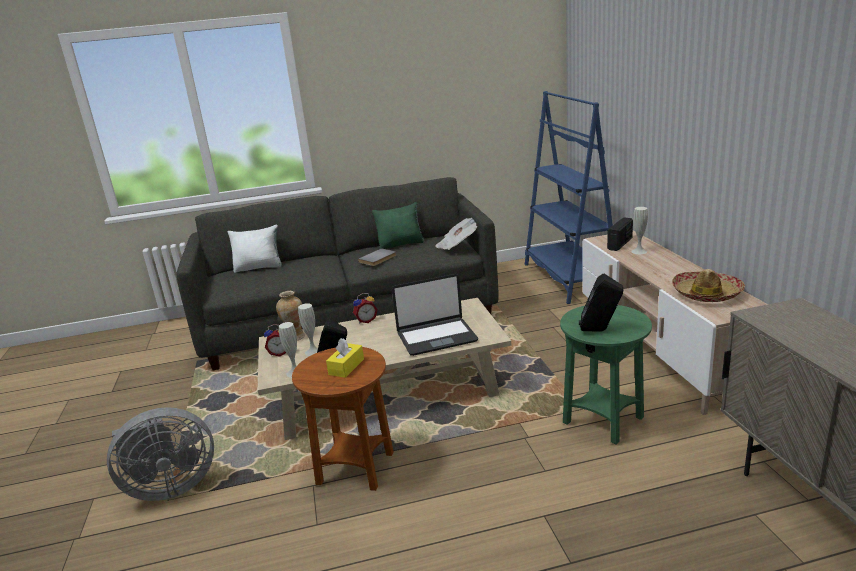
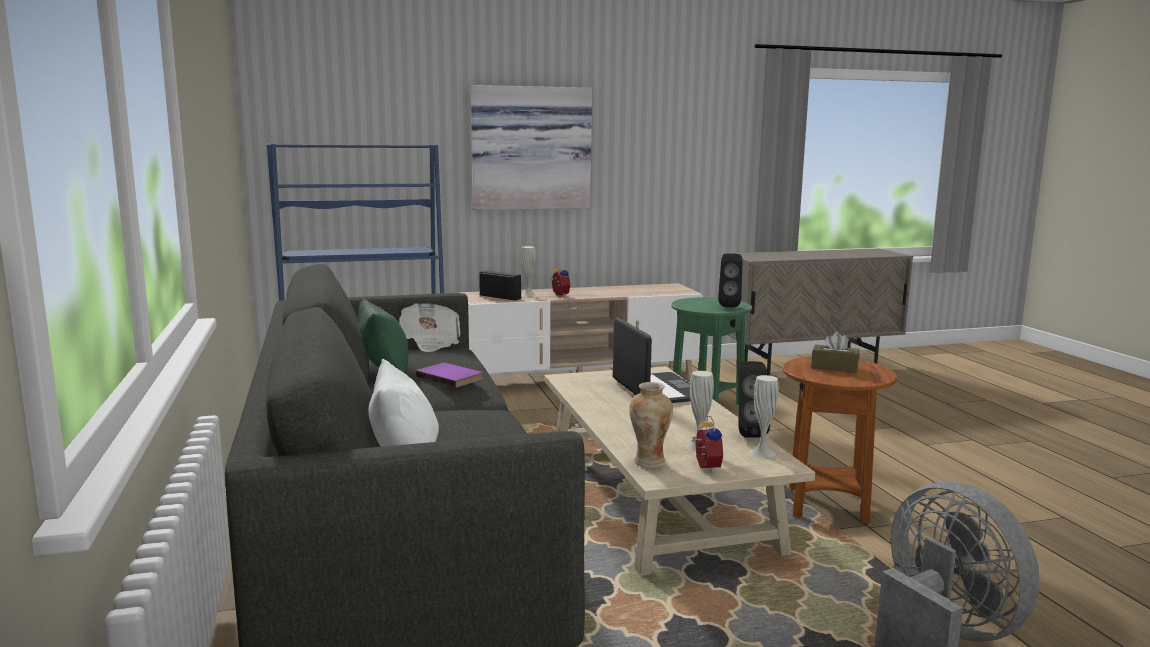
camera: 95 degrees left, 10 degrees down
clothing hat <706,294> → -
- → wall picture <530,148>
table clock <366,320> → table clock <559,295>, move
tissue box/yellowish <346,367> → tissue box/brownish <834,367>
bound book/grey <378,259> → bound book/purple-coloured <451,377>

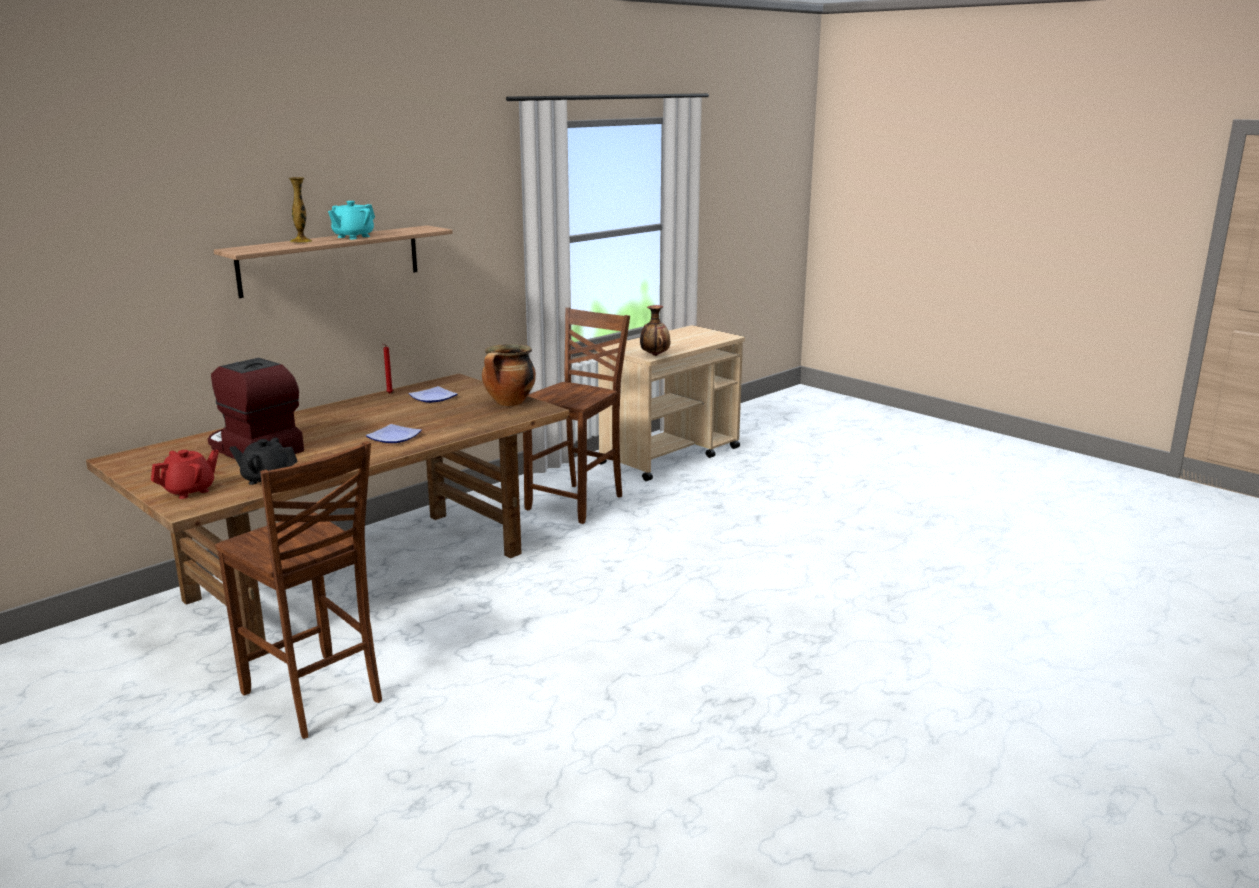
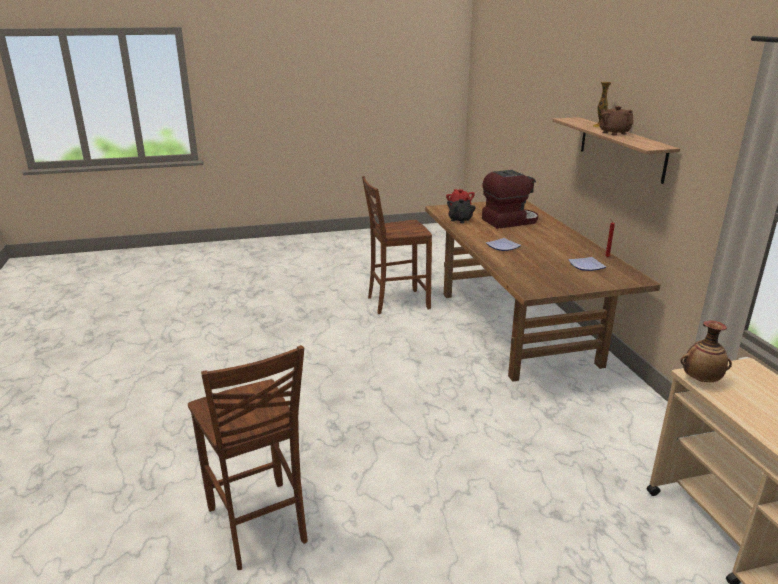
camera: 120 degrees right, 5 degrees up
stockpot <509,403> → -
plain chair/brownish <578,503> → plain chair/brownish <258,526>, move
teapot/blue-green <353,237> → teapot/brownish <614,133>

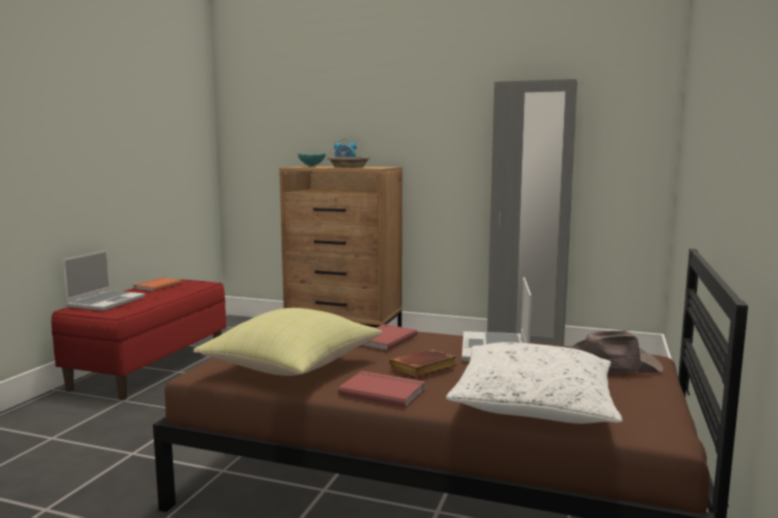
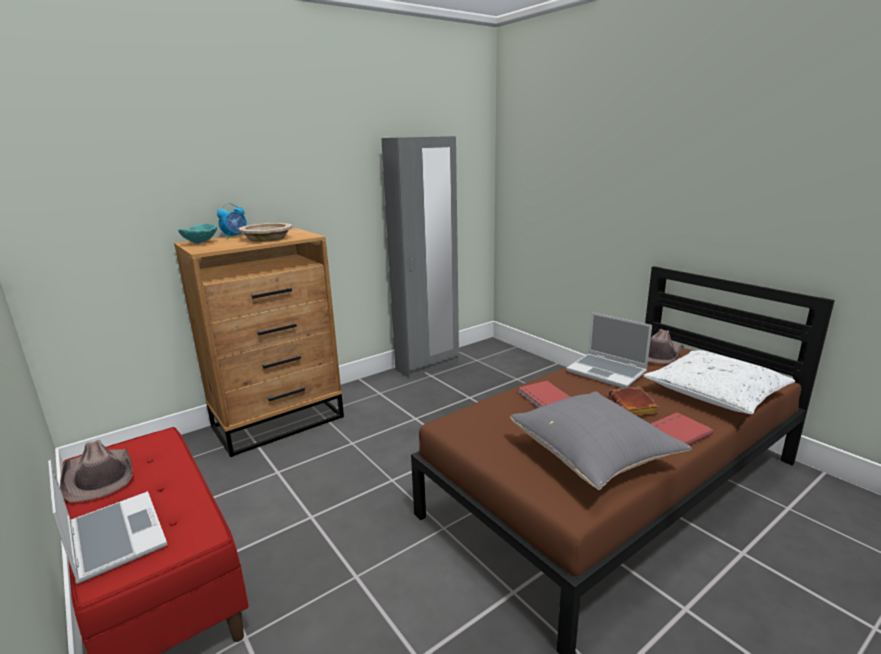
camera: 55 degrees left, 10 degrees up
bound book/orange-coloured <156,286> → clothing hat/brownish <99,476>
throw pillow/yellowish <293,369> → throw pillow/grey <594,457>

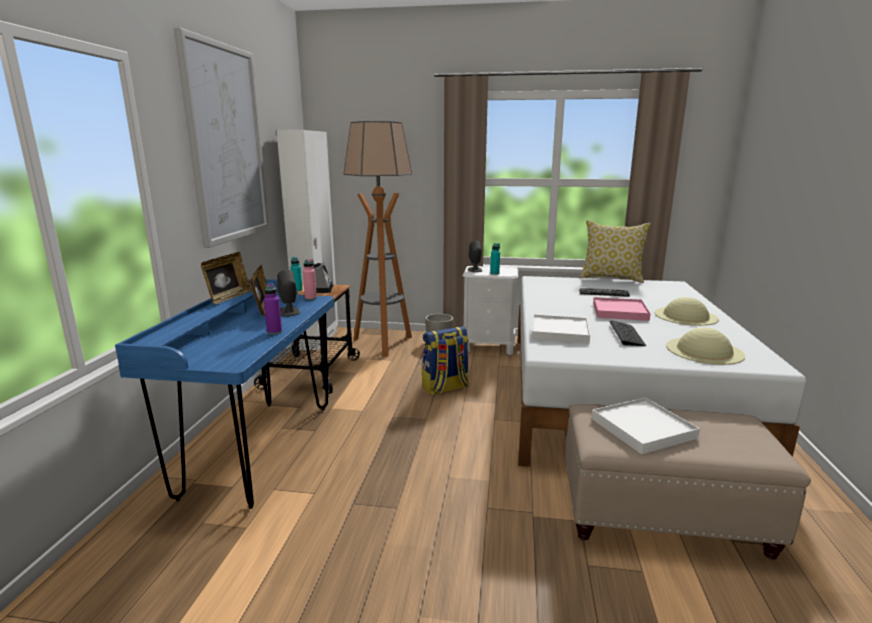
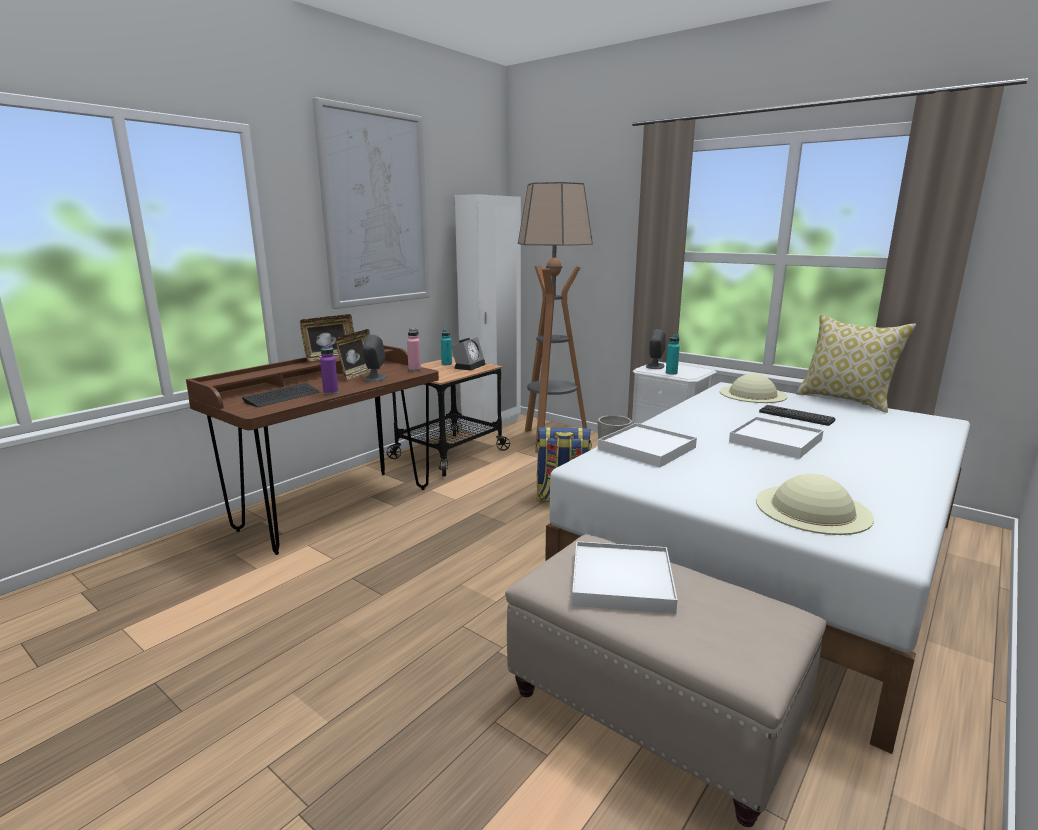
camera: 30 degrees right, 0 degrees up
computer keyboard <626,335> → computer keyboard <282,397>, move
clothing hat/sand-coloured <686,316> → clothing hat/sand-coloured <752,394>, move
desk table/blue-coloured <260,448> → desk table/brownish <336,508>
serving tray/pink <619,312> → serving tray/whitish <775,441>

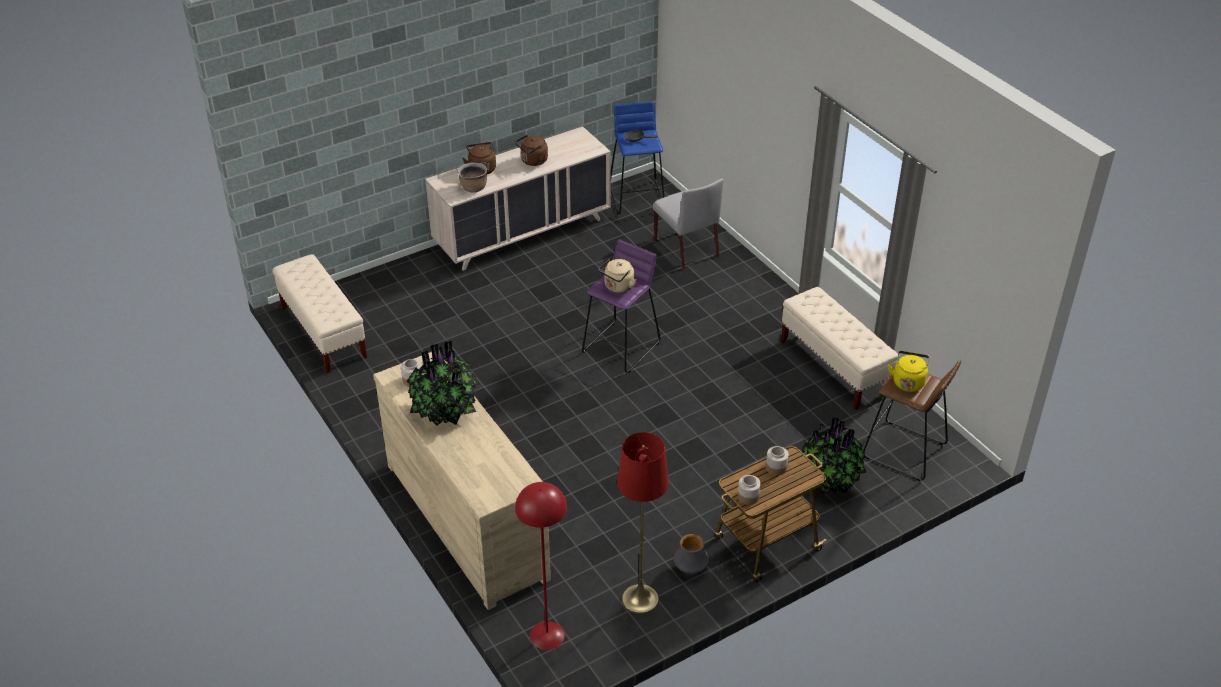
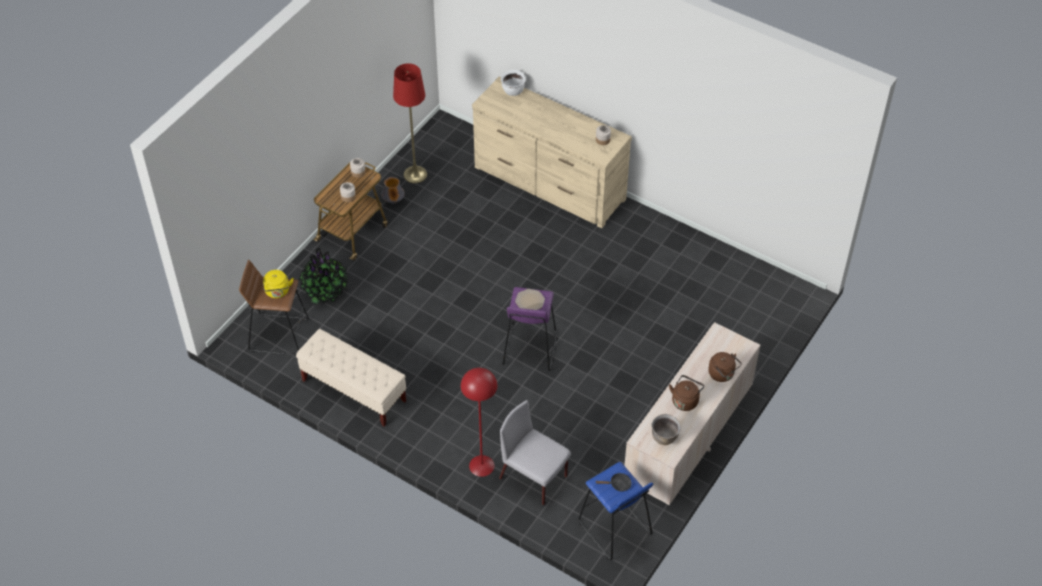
camera: 155 degrees right, 10 degrees up
bench/sand-coloured <323,332> → -
houseplant <445,410> → -
- → stockpot/whitish <513,91>
stockpot/brownish <473,188> → stockpot/brownish <664,437>, move
standard lamp/red <546,635> → standard lamp/red <482,465>, move
water kettle/sand-coloured <618,287> → flat dish <530,300>

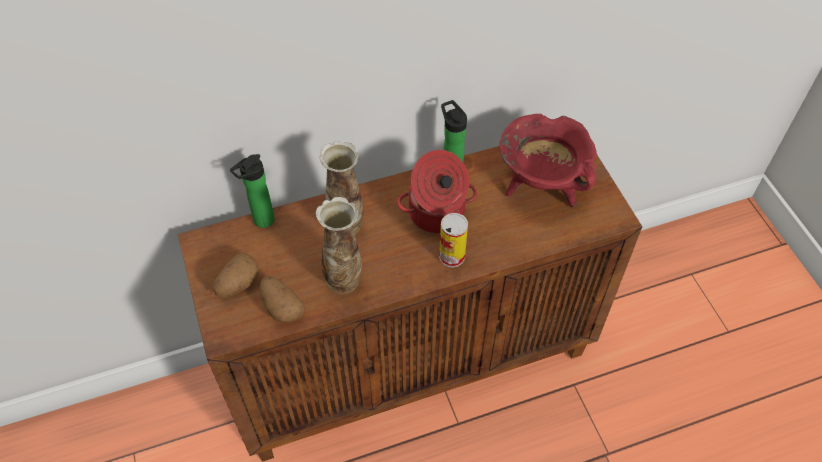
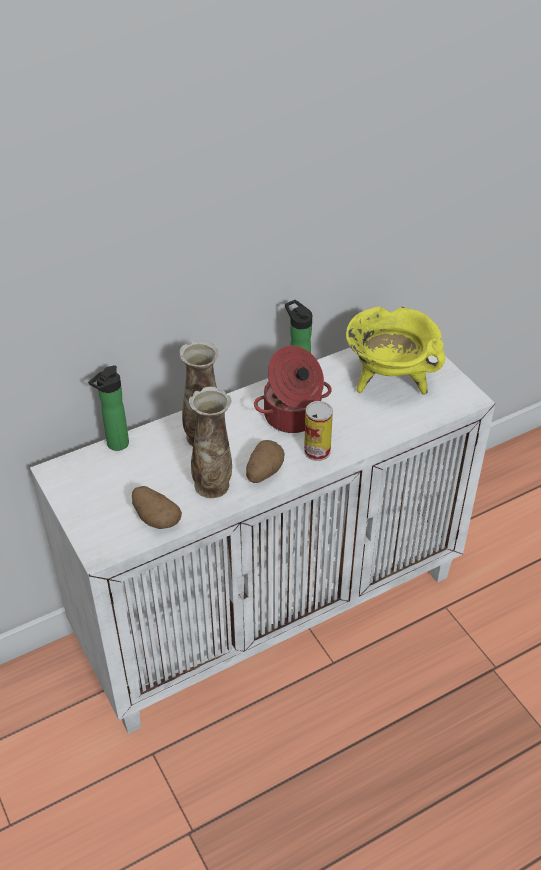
camera: 10 degrees left, 10 degrees down
whole potato <238,284> → whole potato <263,472>, move
storage cabinet/brownish <412,360> → storage cabinet/whitish <271,608>
stockpot/red <541,187> → stockpot/yellowish <389,381>

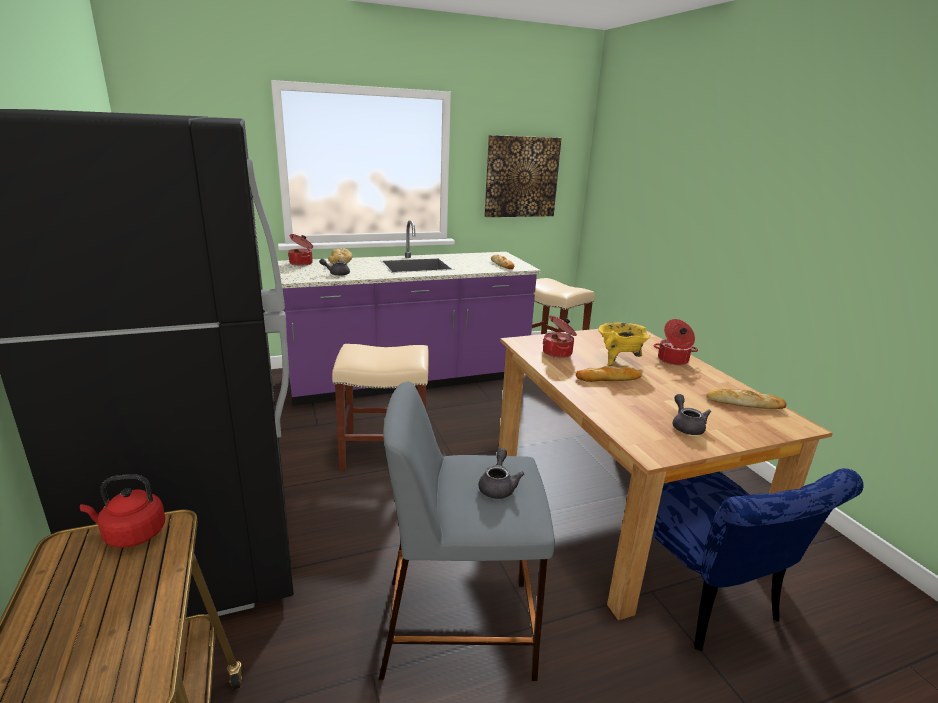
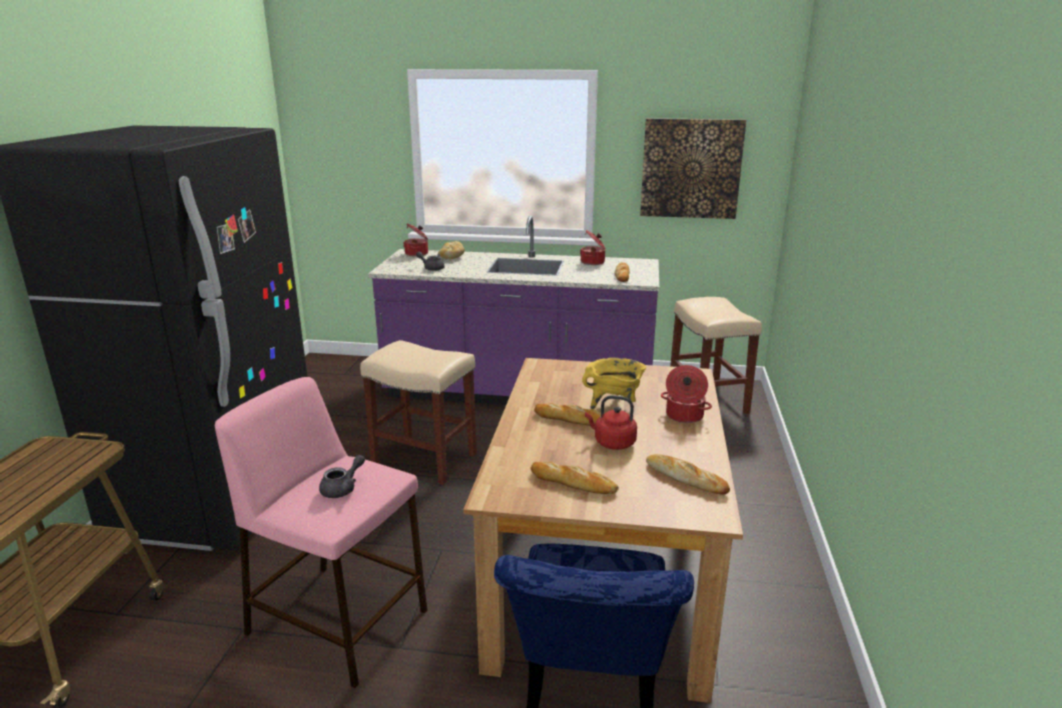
camera: 30 degrees right, 0 degrees up
water kettle/red <131,534> → water kettle/red <612,443>, move
stockpot <558,353> → stockpot <593,262>, move
teapot/grey <686,426> → bread <573,483>
stool/grey <460,625> → stool/pink <340,622>

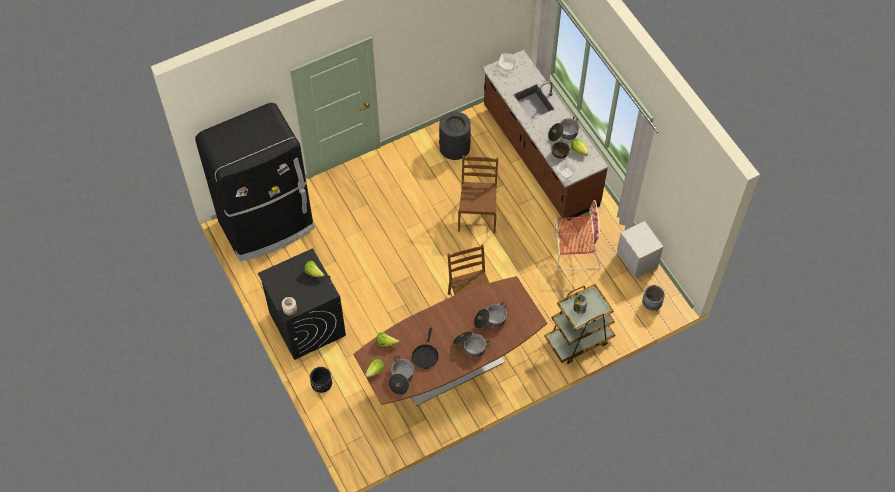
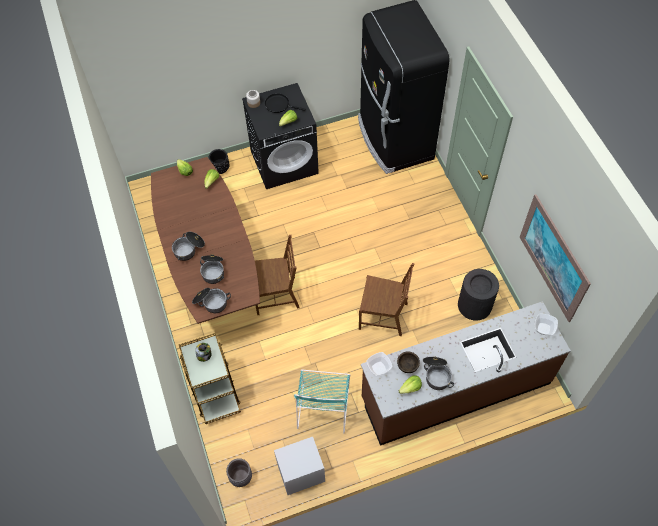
camera: 100 degrees right, 0 degrees up
- → wall picture <553,258>
stockpot <401,379> → stockpot <211,302>, move
pan/black <425,355> → pan/black <279,105>, move
plain chair/red <574,251> → plain chair/blue-green <323,406>

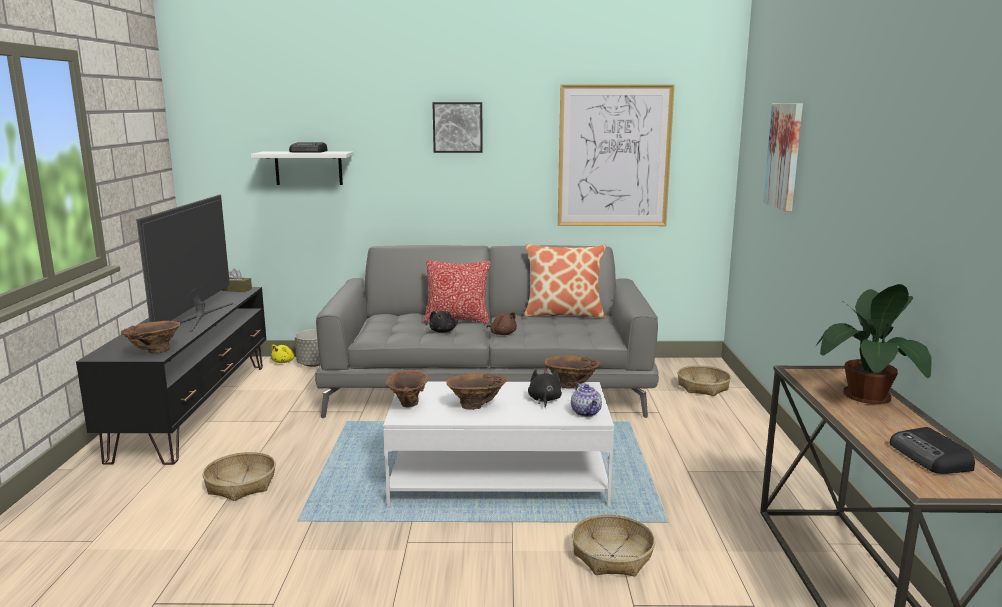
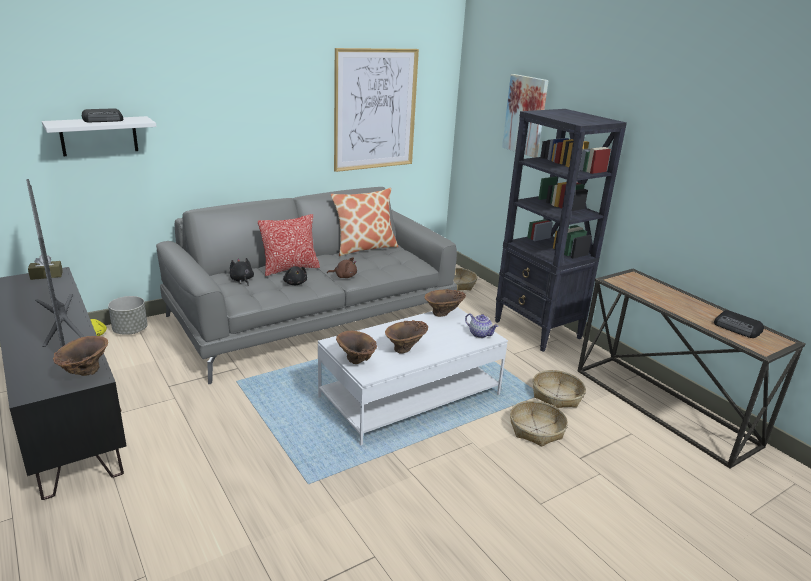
camera: 35 degrees left, 10 degrees up
wall picture <458,127> → -
houseplant <866,397> → -
- → bookcase/black <537,330>
household basket <241,484> → household basket <556,396>, move
plush toy/black <544,400> → plush toy/black <242,280>, move

